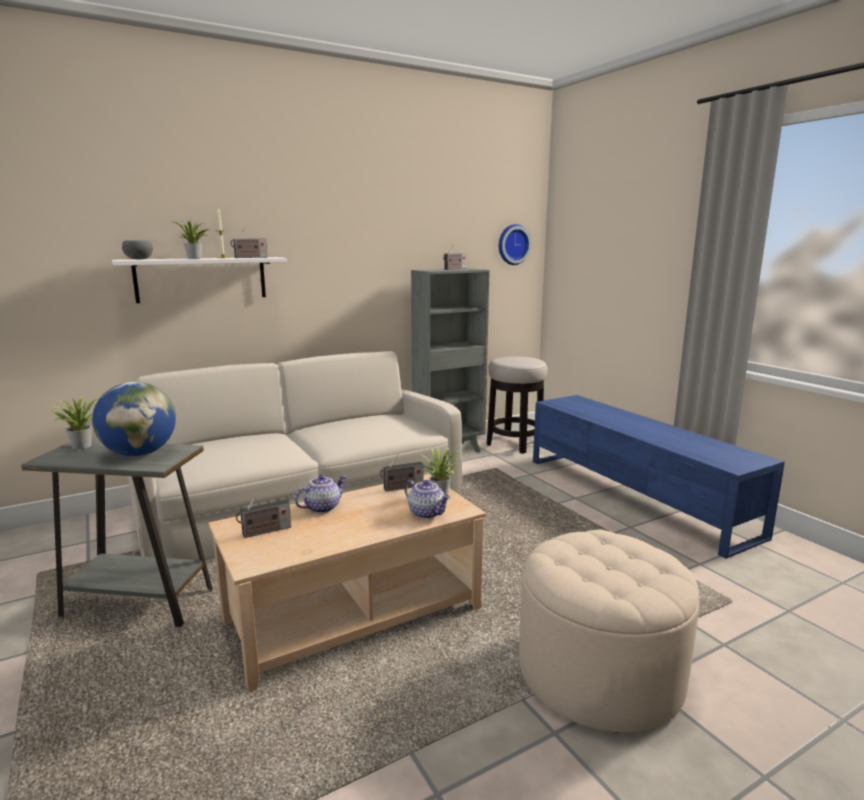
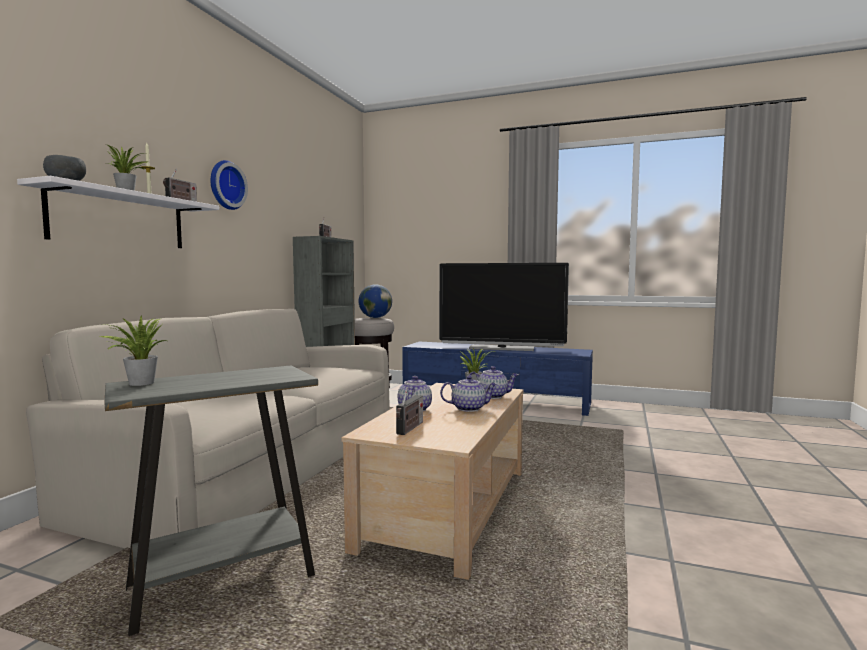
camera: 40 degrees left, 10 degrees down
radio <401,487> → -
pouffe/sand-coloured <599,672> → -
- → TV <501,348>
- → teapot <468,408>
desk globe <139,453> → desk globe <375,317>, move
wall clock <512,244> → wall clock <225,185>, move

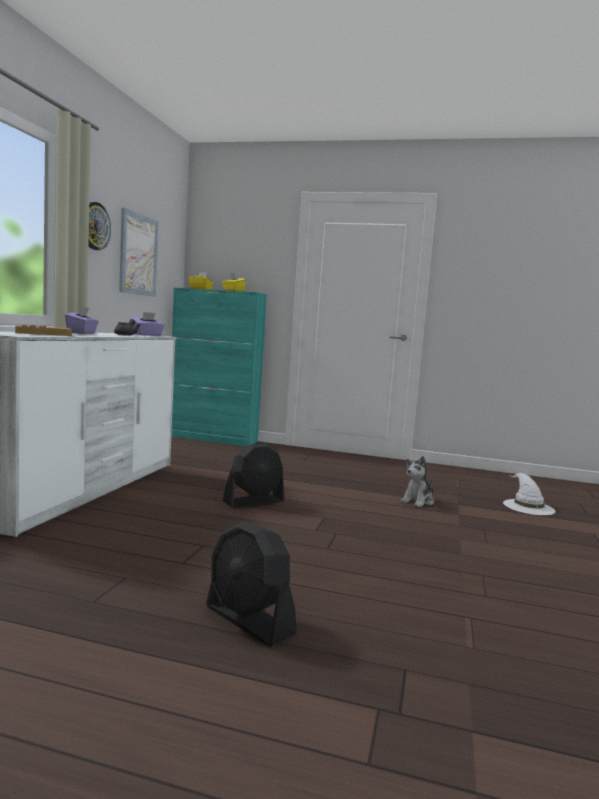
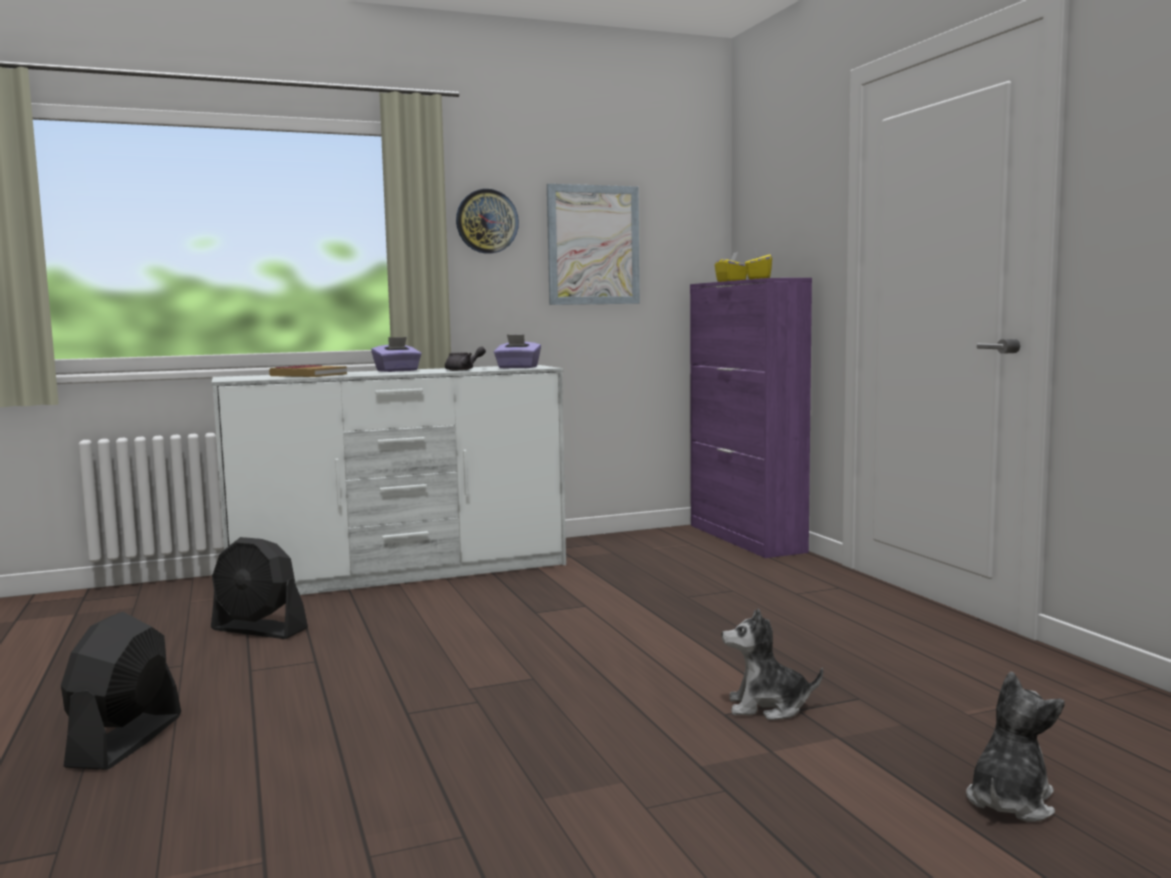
camera: 55 degrees right, 0 degrees up
fan/black <254,501> → fan/black <259,629>, move
clothing hat/whitish <528,506> → plush toy <1009,801>
storage cabinet/blue-green <213,439> → storage cabinet/purple-coloured <746,538>

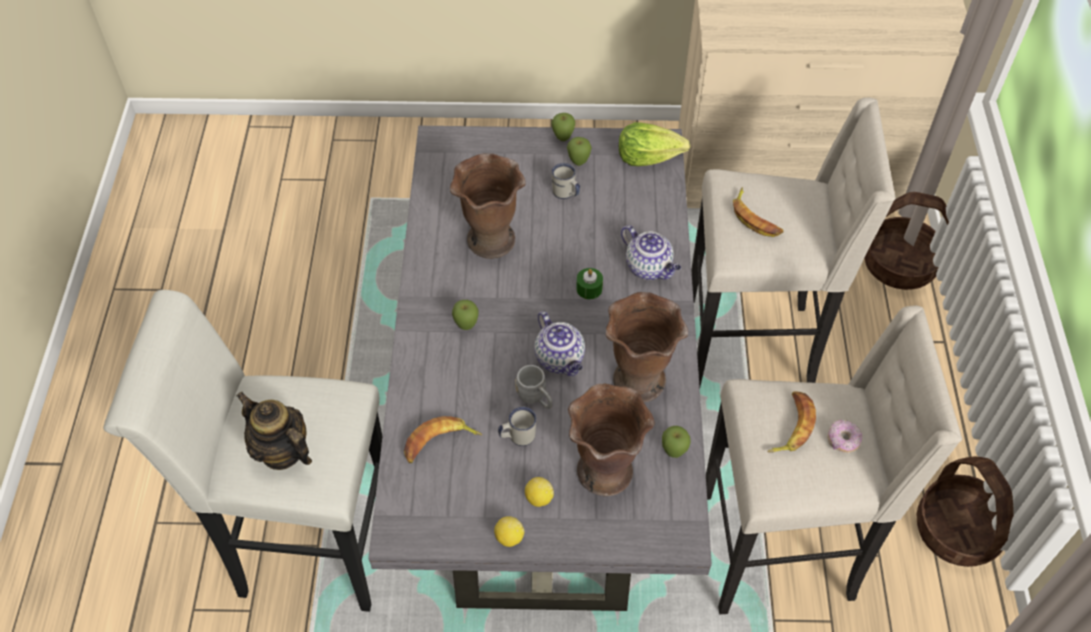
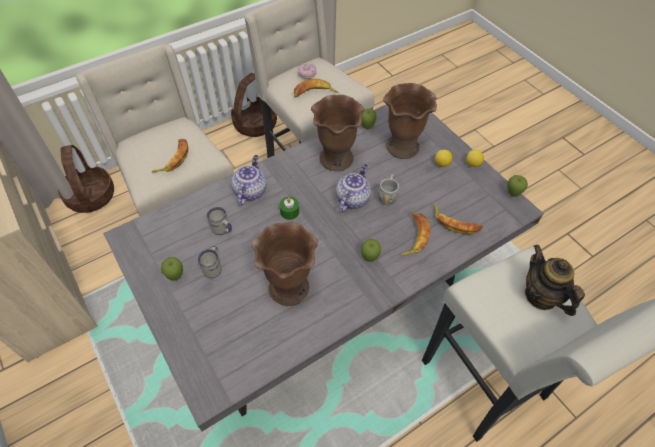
camera: 125 degrees left, 0 degrees up
head of lettuce <648,156> → -
- → banana <414,236>
mug/whitish <517,436> → mug/whitish <222,230>, move
apple <563,138> → apple <512,194>, move
teapot <281,451> → teapot <541,296>, 150 degrees clockwise

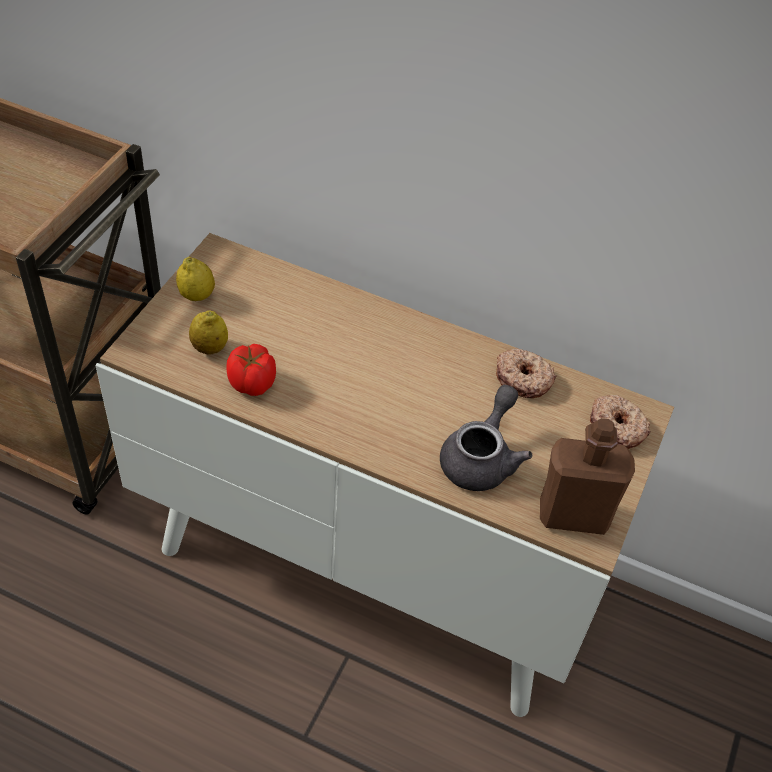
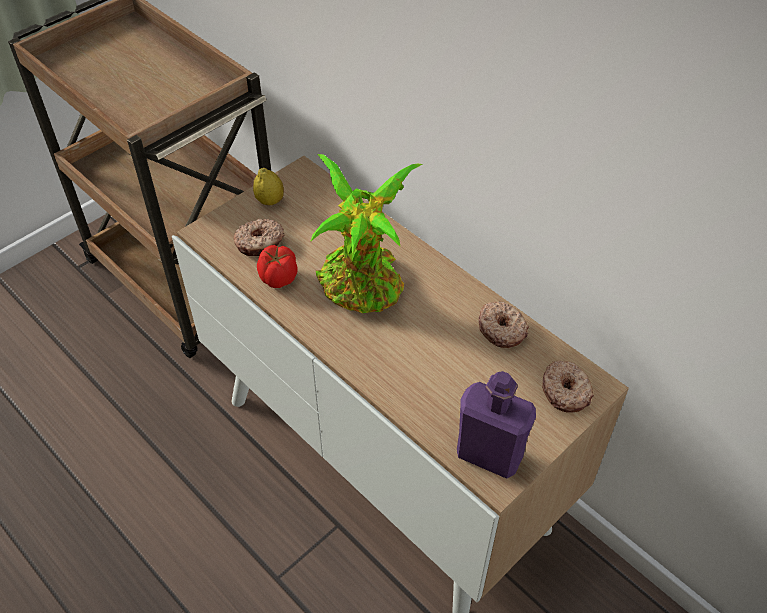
camera: 25 degrees right, 0 degrees up
teapot/grey <482,458> → -
- → houseplant <363,288>
lemon <209,348> → doughnut <260,243>
beverage bottle/brownish <573,515> → beverage bottle/purple-coloured <489,454>

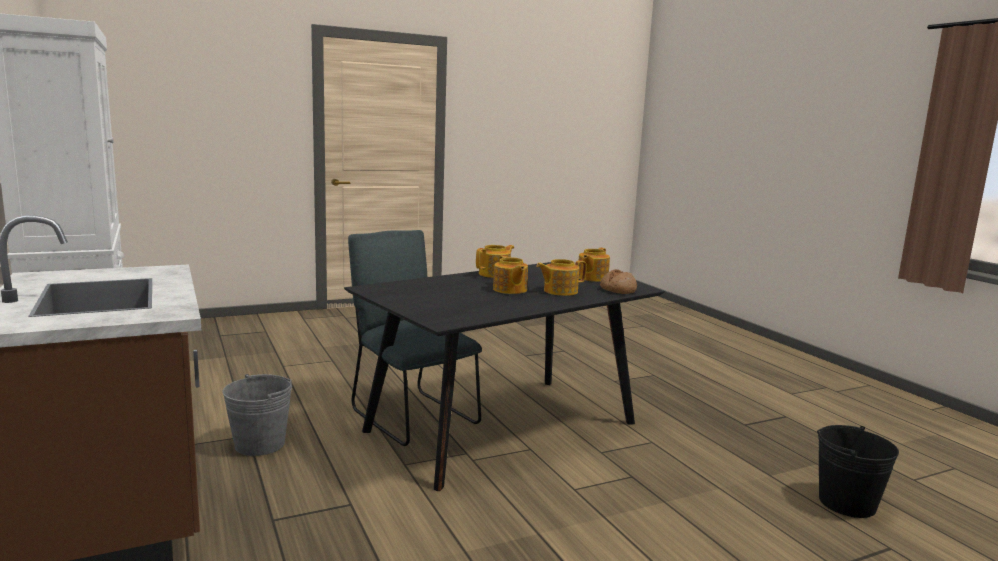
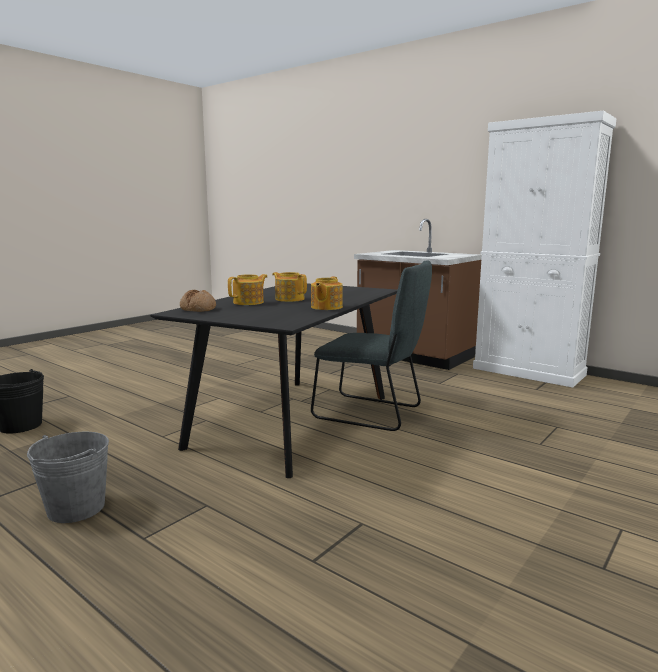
camera: 155 degrees right, 0 degrees up
teapot <592,278> → -
bucket/grey <260,444> → bucket/grey <76,508>, move

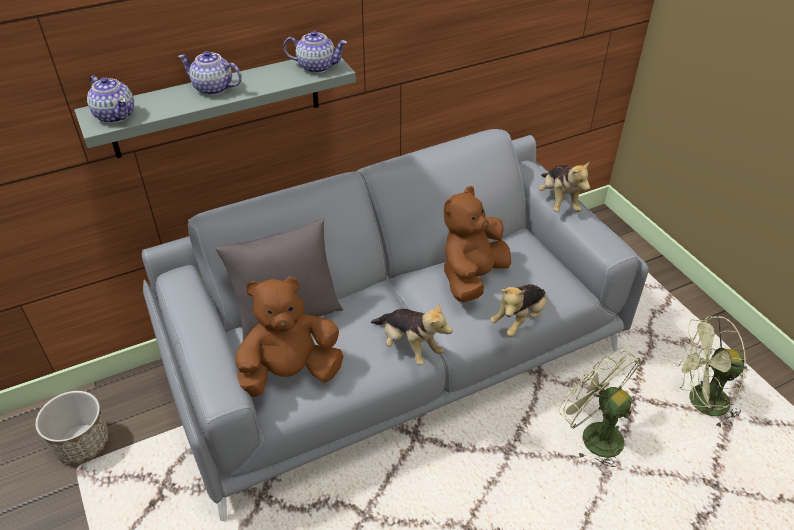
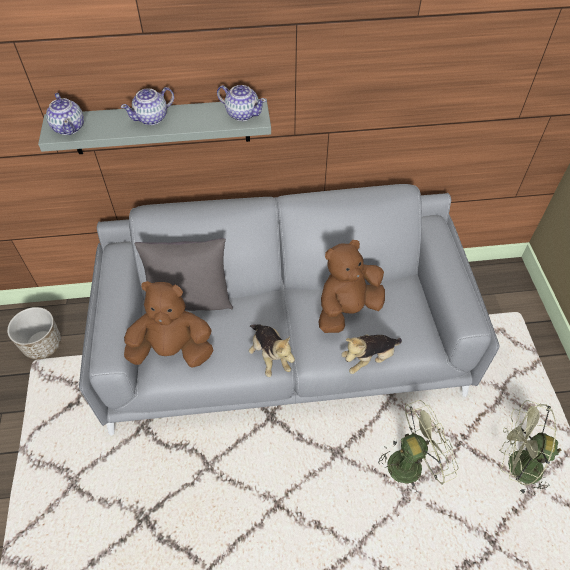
camera: 20 degrees right, 10 degrees up
plush toy <558,201> → -
teapot <213,88> → teapot <152,118>, 75 degrees counterclockwise
fan/green-coloured <593,435> → fan/green-coloured <411,463>, 90 degrees clockwise

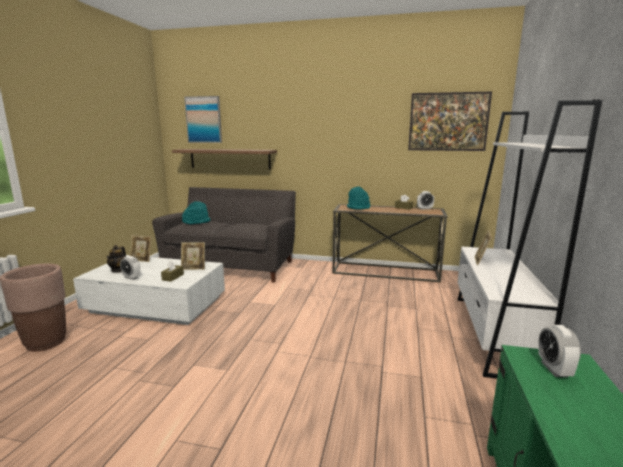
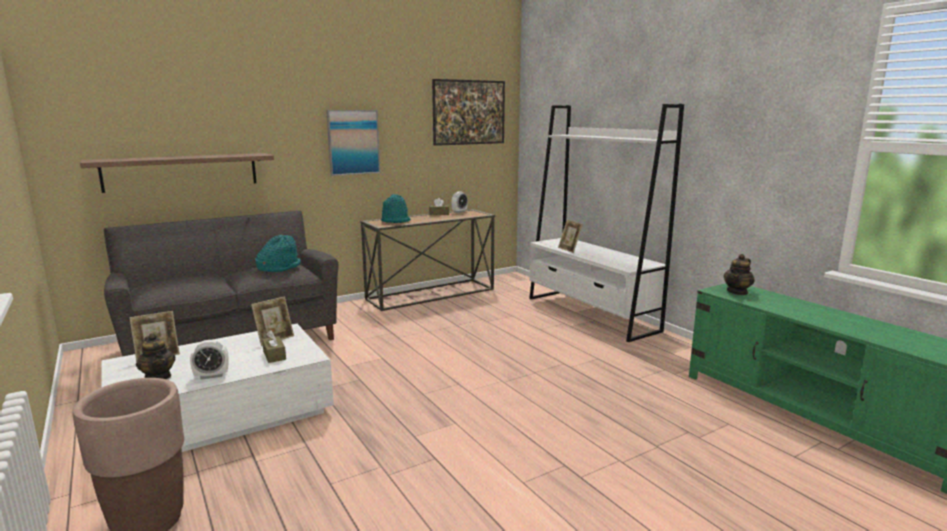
camera: 45 degrees left, 0 degrees up
clothing hat/blue-green <196,222> → clothing hat/blue-green <279,267>, move
wall picture <204,119> → wall picture <353,142>, move
table clock <554,369> → teapot <737,292>

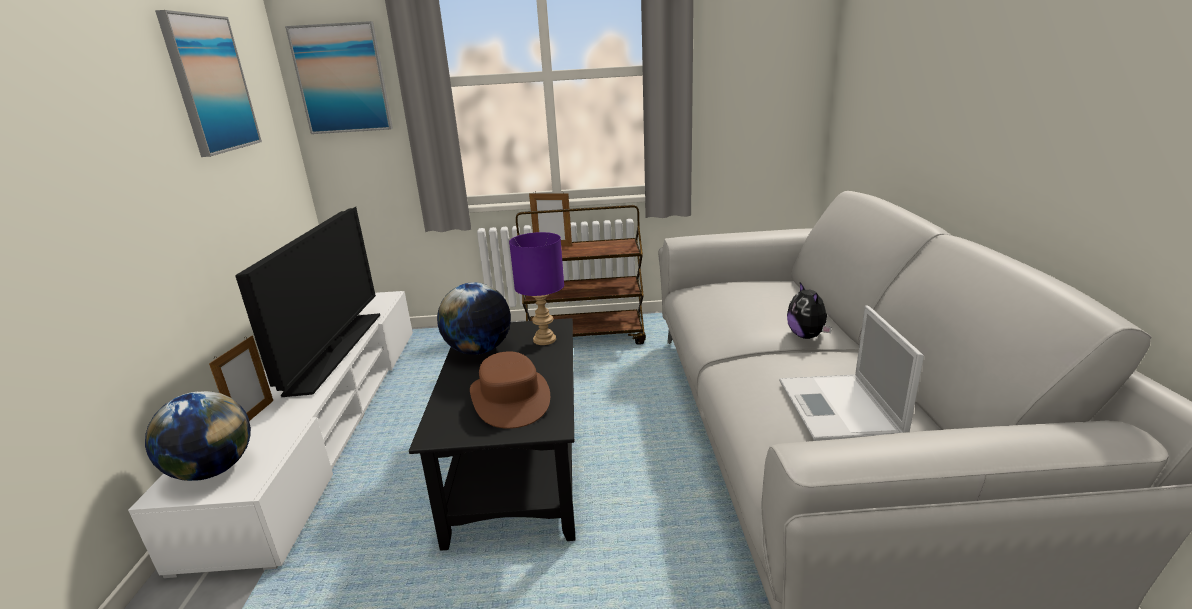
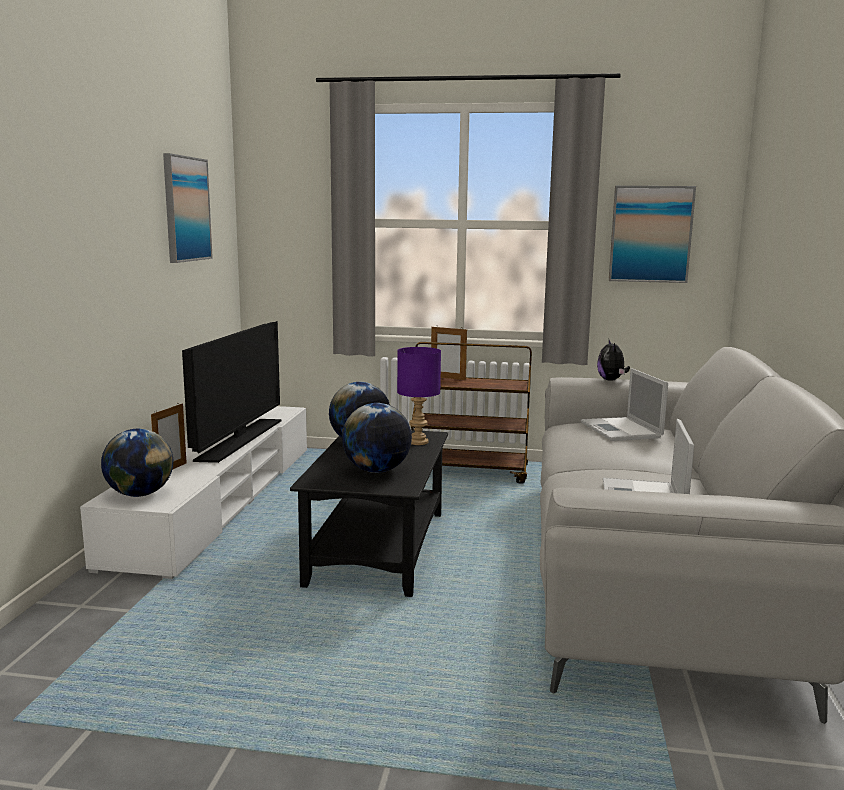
camera: 10 degrees right, 10 degrees down
- → portable computer <621,430>
wall picture <342,79> → wall picture <650,234>, move
plush toy <807,336> → plush toy <611,380>, move
clothing hat/brownish <510,398> → desk globe <376,470>

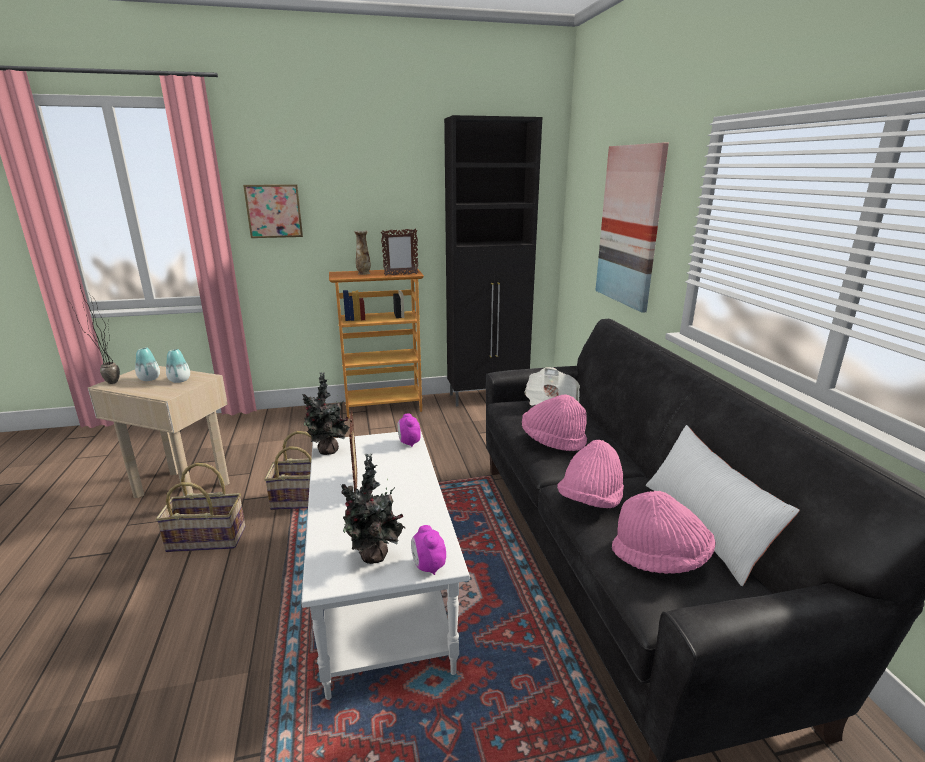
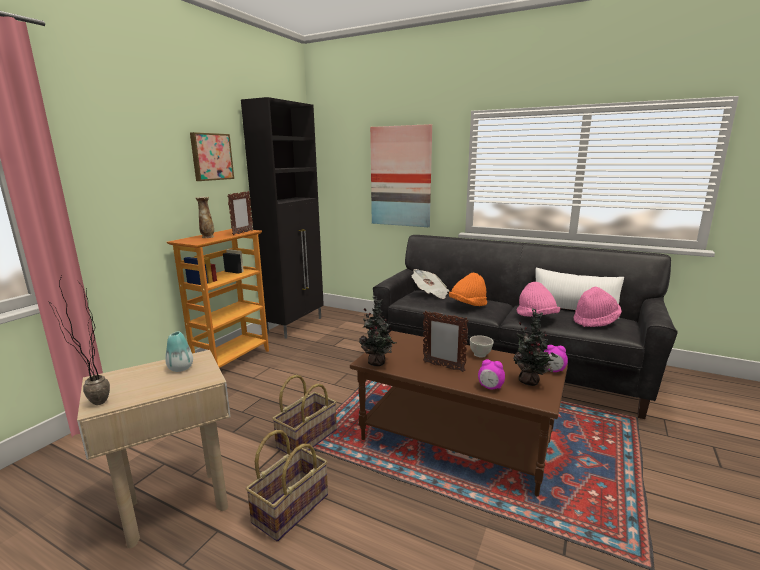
camera: 50 degrees left, 5 degrees down
flower vase <149,379> → -
- → serving bowl/whitish <480,355>
wall picture <274,211> → wall picture <211,157>, move
table clock <409,443> → table clock <490,387>, move
lounge table/whitish <383,589> → lounge table/brownish <456,440>
clothing hat/pink <552,441> → clothing hat/orange-coloured <467,305>

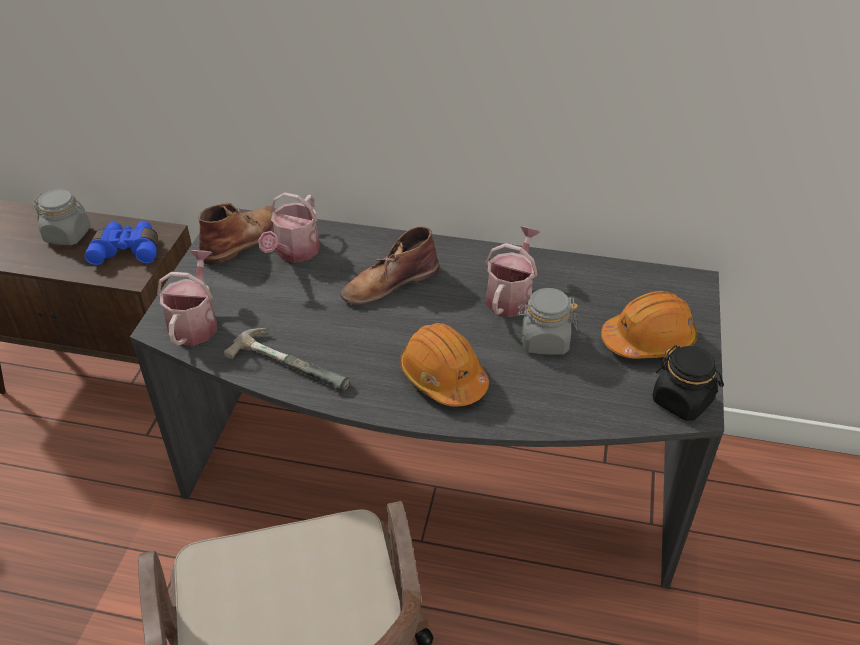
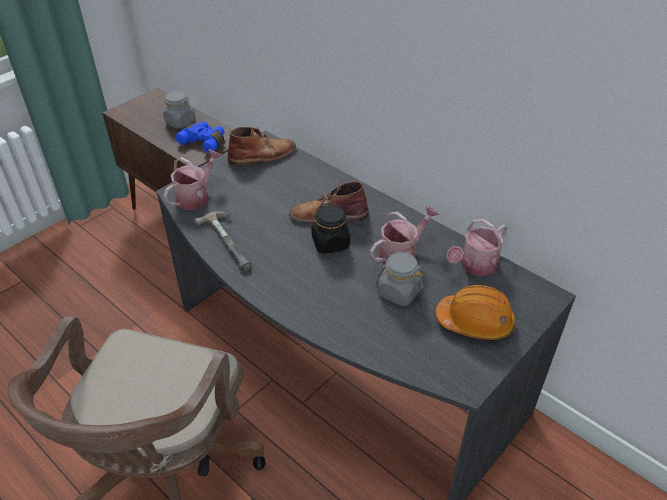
camera: 30 degrees right, 0 degrees up
work helmet/orange-coloured <443,377> → -
watering pot <294,253> → watering pot <474,266>, move
preserve jar/black <682,401> → preserve jar/black <330,243>, move

